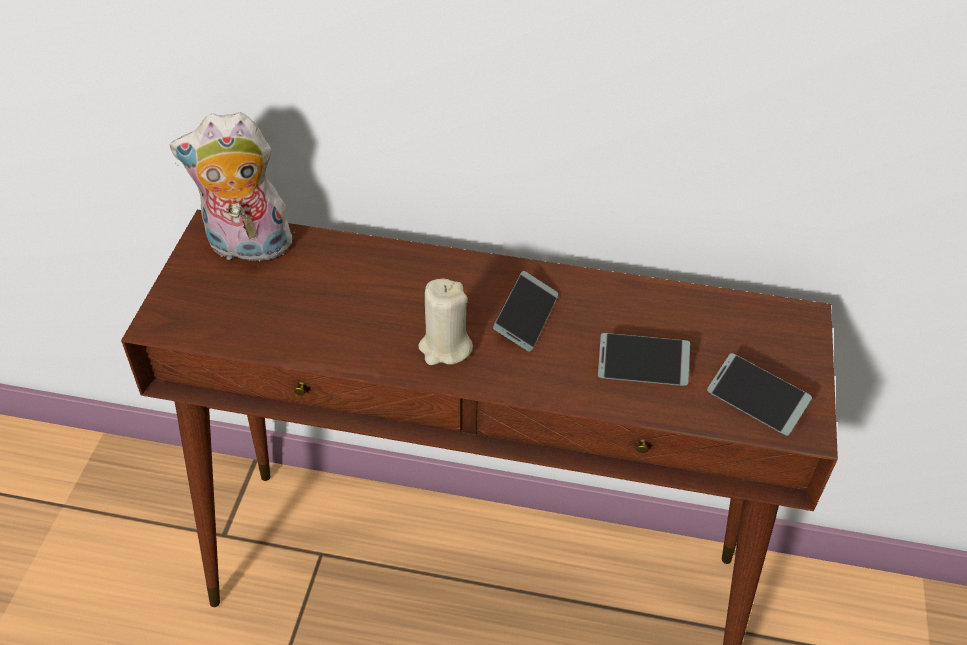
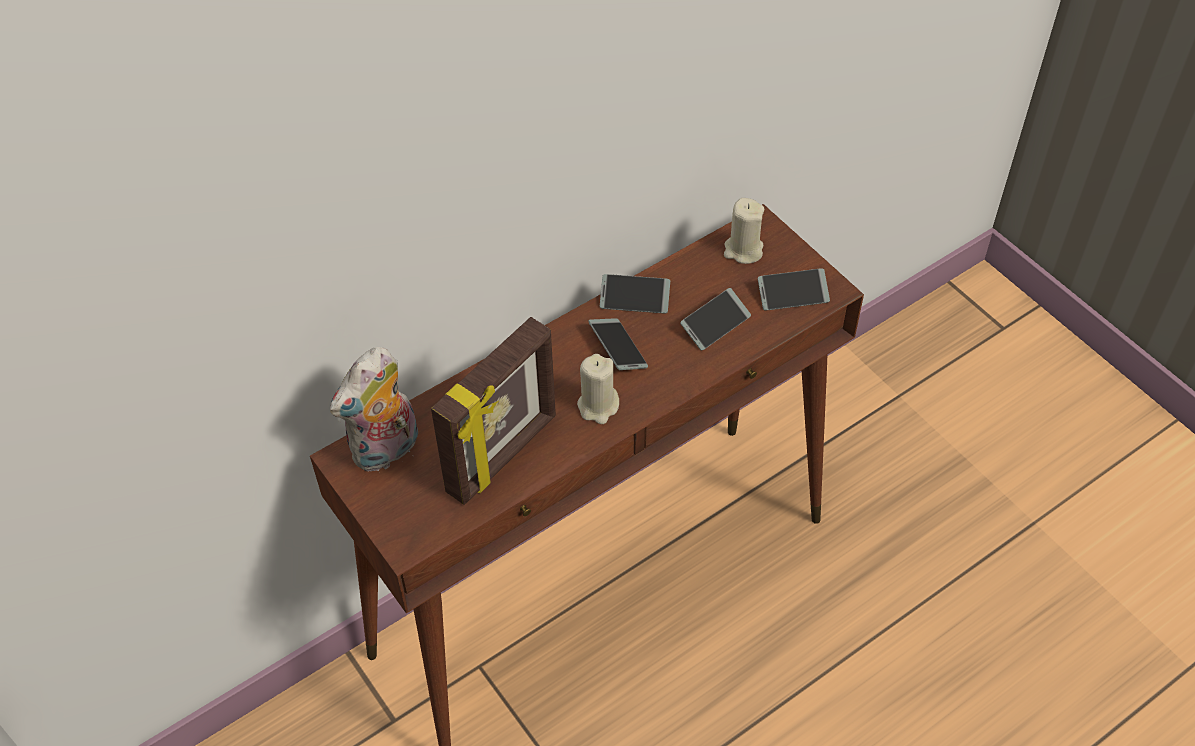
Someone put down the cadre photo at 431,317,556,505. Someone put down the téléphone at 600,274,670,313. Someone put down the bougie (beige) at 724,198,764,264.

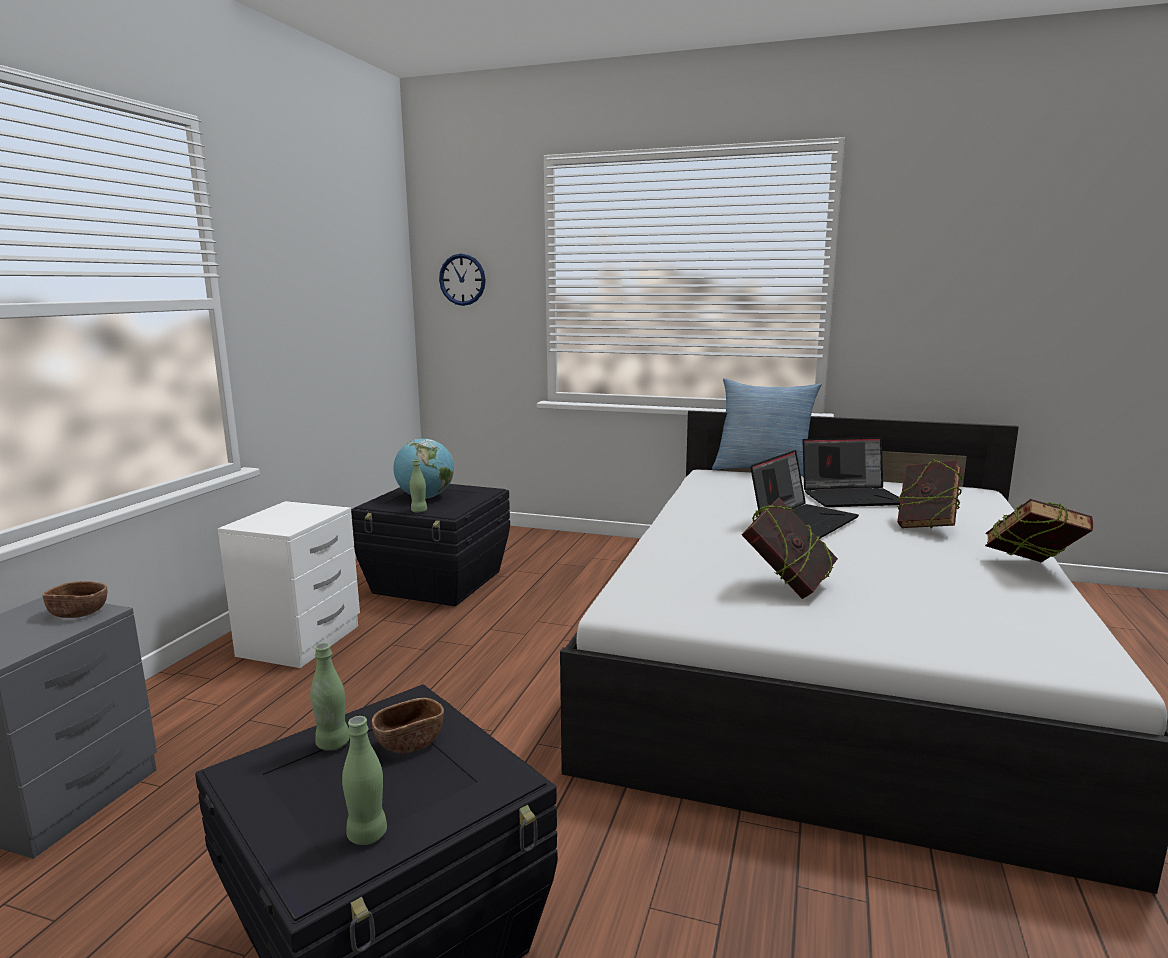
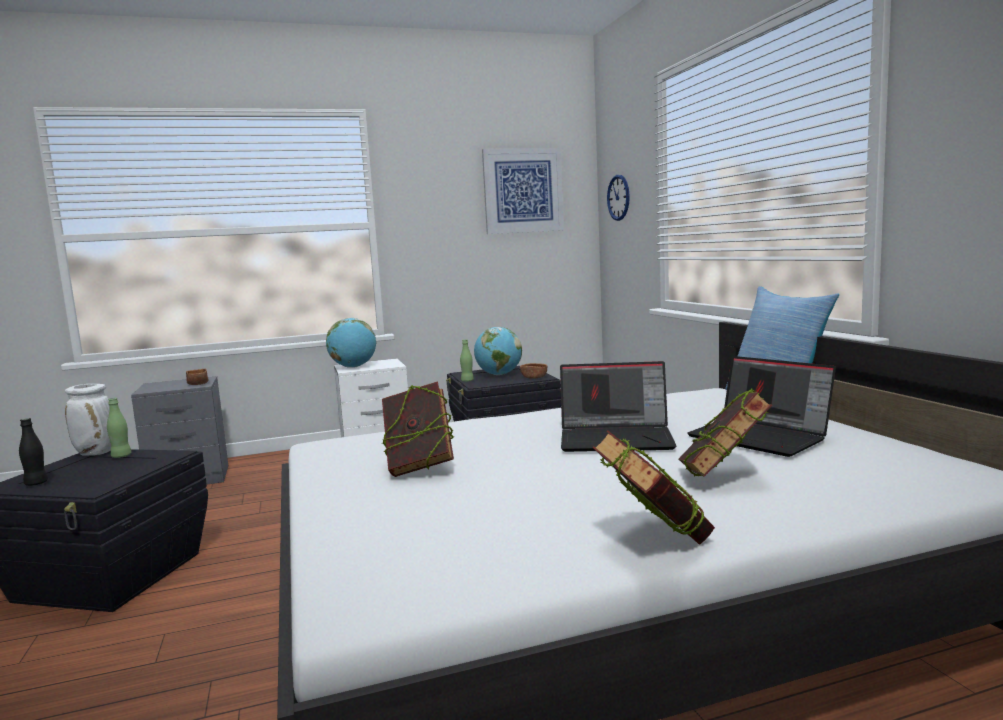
Someone repainted the bouteille (vert) at 342,716,387,845, which became the bouteille (noir) at 19,418,48,486. Someone put down the vase (blanc) at 65,384,111,456. Someone put down the globe at 326,318,376,368. Someone put up the tableau at 482,148,564,234. Someone carried the bol (marron) from 372,698,444,753 to 520,363,547,379.

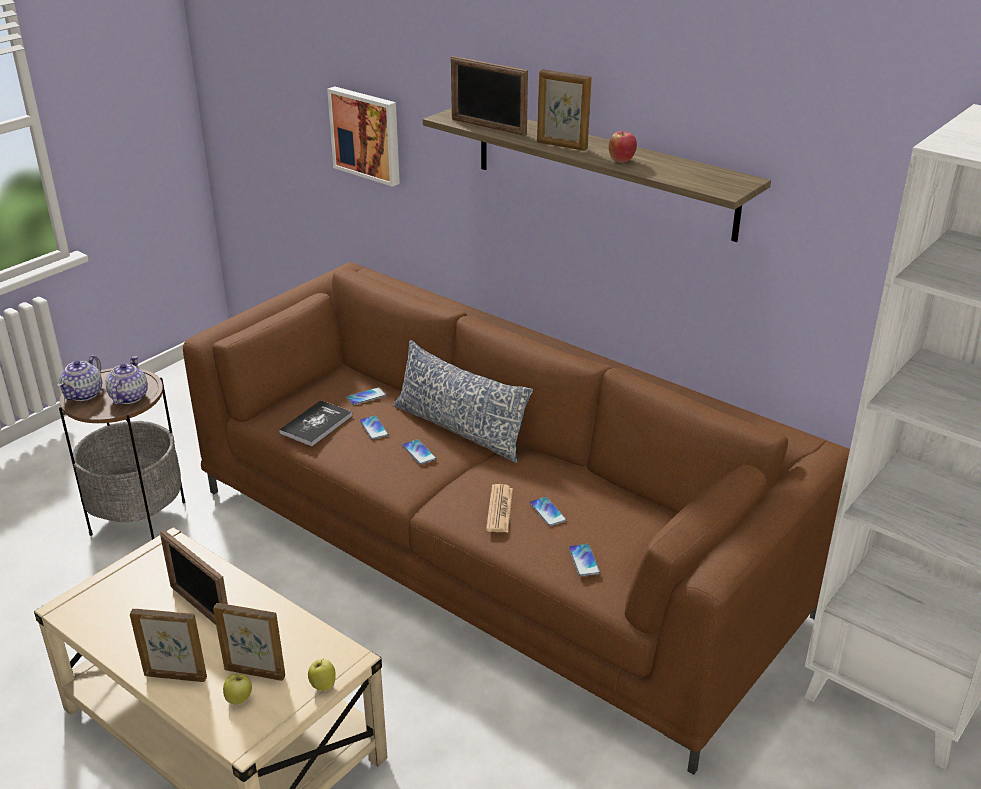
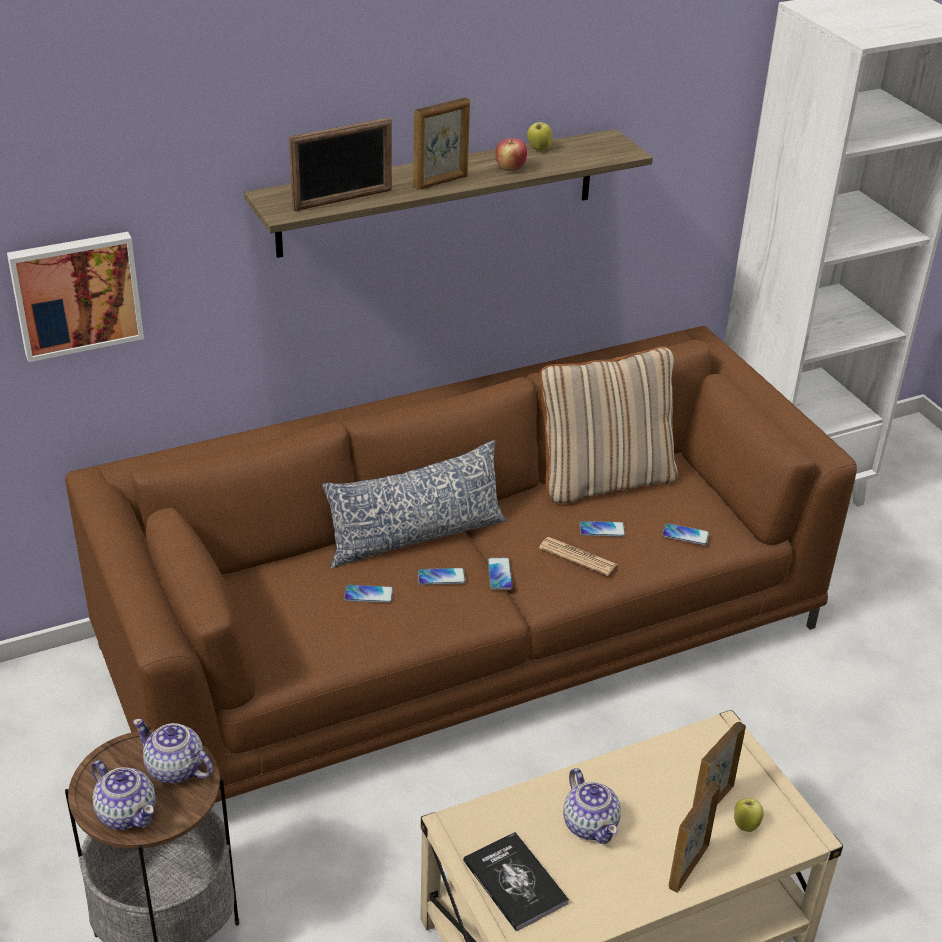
Someone carried the livre from 279,400,353,446 to 463,832,569,932. Someone carried the téléphone from 346,387,386,405 to 488,558,513,590. Someone carried the pomme from 308,659,336,691 to 527,122,552,151. Someone put down the coussin (beige) at 540,346,678,503. Someone swapped the cadre photo at 160,530,228,625 for the théière at 563,768,621,844.

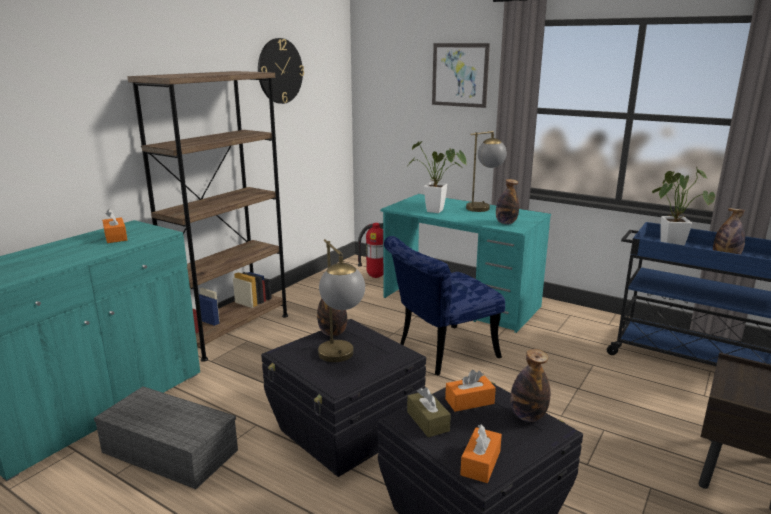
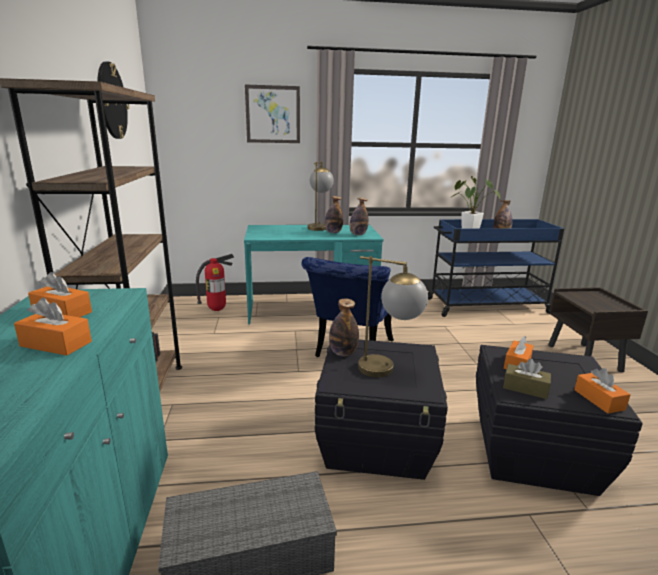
Someone put down the boîte à mouchoirs (orange) at 14,298,92,356. Someone carried the bouteille from 510,349,550,422 to 325,196,343,233. Someone took away the plante en pot at 408,141,466,213.

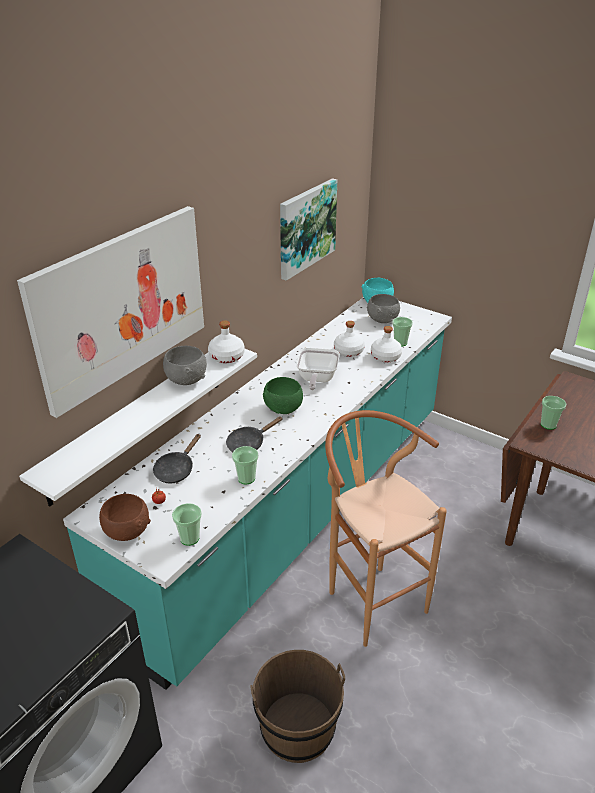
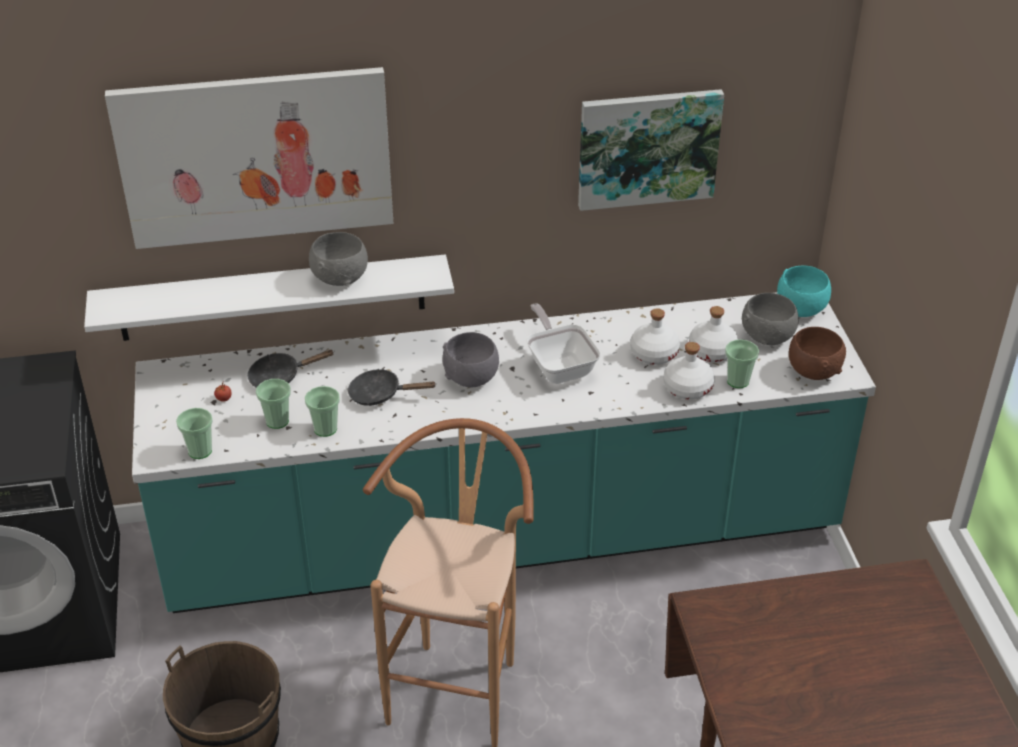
Someone carried the tasse from 541,396,566,430 to 256,379,291,429. Someone repainted the bol (vert) at 263,377,303,414, which became the bol (gris) at 442,332,499,388. Someone rotated the poêle at 296,348,340,390 by 105 degrees clockwise. Someone carried the bouteille (blanc) from 208,321,245,363 to 689,306,738,362. Someone carried the bol (marron) from 99,494,151,541 to 789,327,846,380.

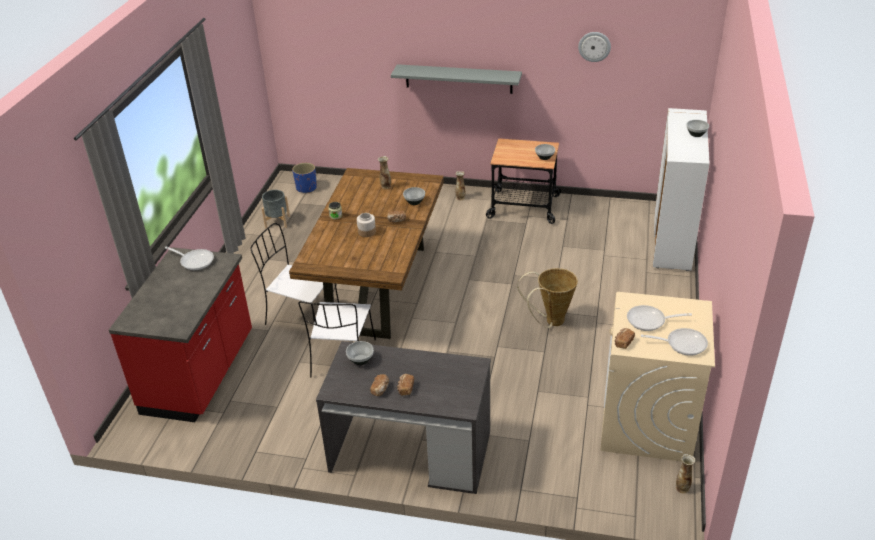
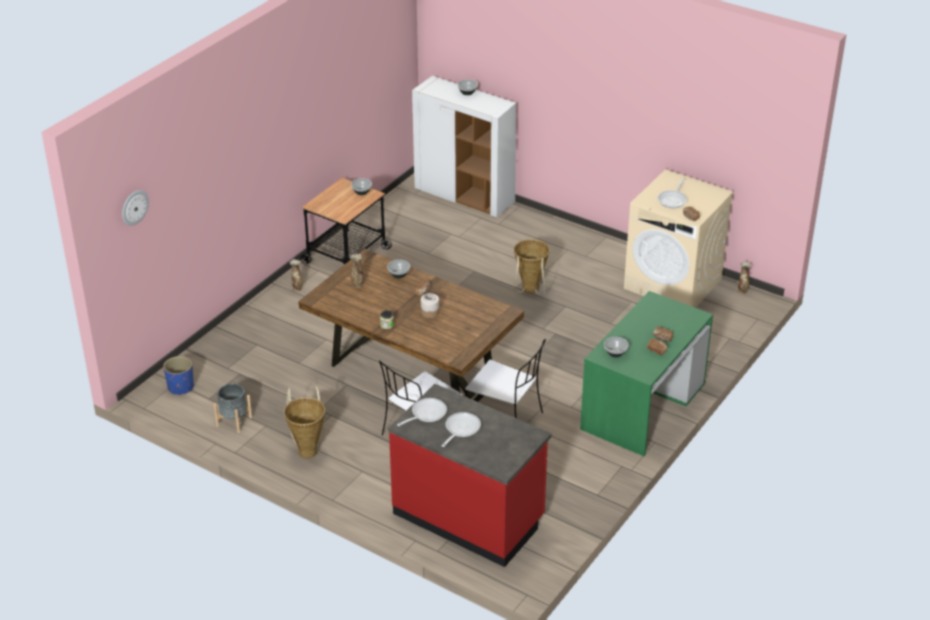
Someone carried the horloge murale from 578,32,611,62 to 122,190,149,226. Someone put down the panier at 284,385,325,459. Someone carried the poêle from 641,328,708,356 to 442,412,481,447. Someone repainted the bureau (gris) at 316,341,491,494, which became the bureau (vert) at 580,291,713,456. Someone took away the étagère (gris) at 391,64,522,94.

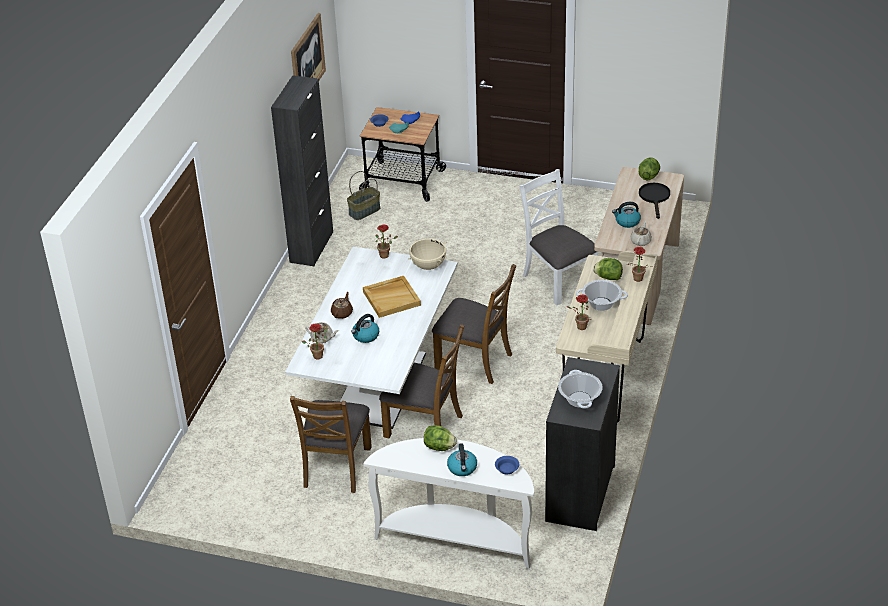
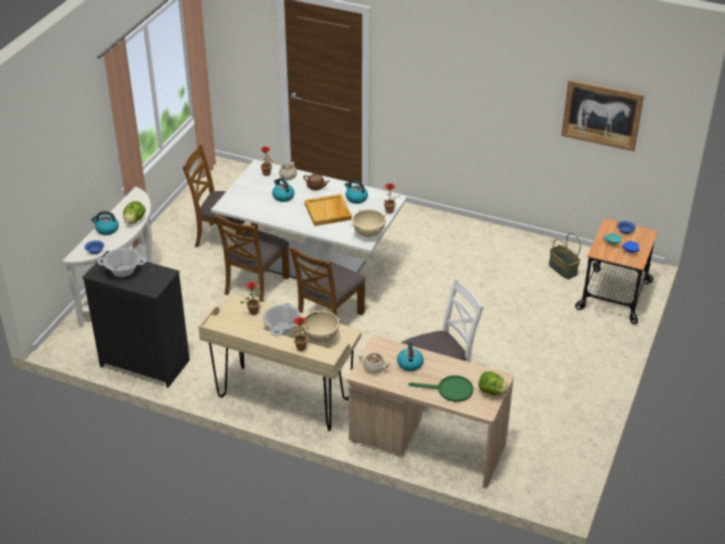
Someone swapped the laitue at 593,258,623,280 for the marmite (beige) at 299,309,343,343. Someone put down the bouilloire at 344,180,368,204. Someone repainted the poêle (noir) at 639,183,670,219, which became the poêle (vert) at 408,376,473,402. Someone took away the meuble de rangement (noir) at 271,75,333,266.

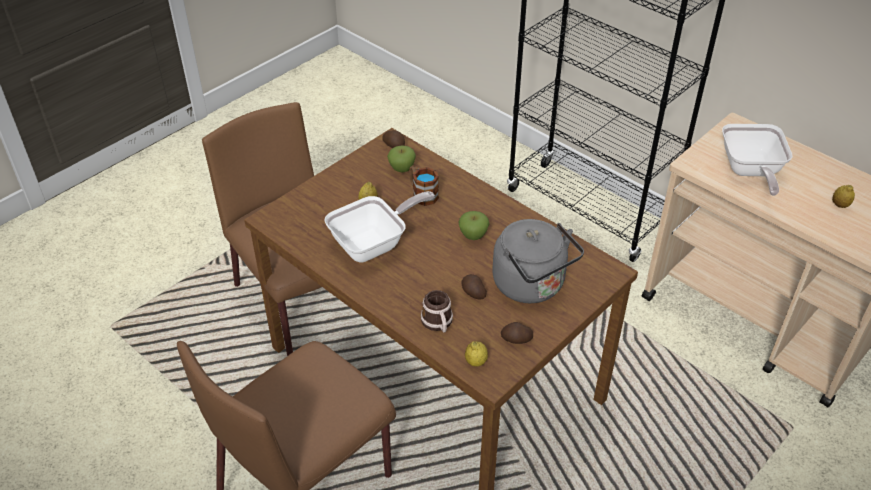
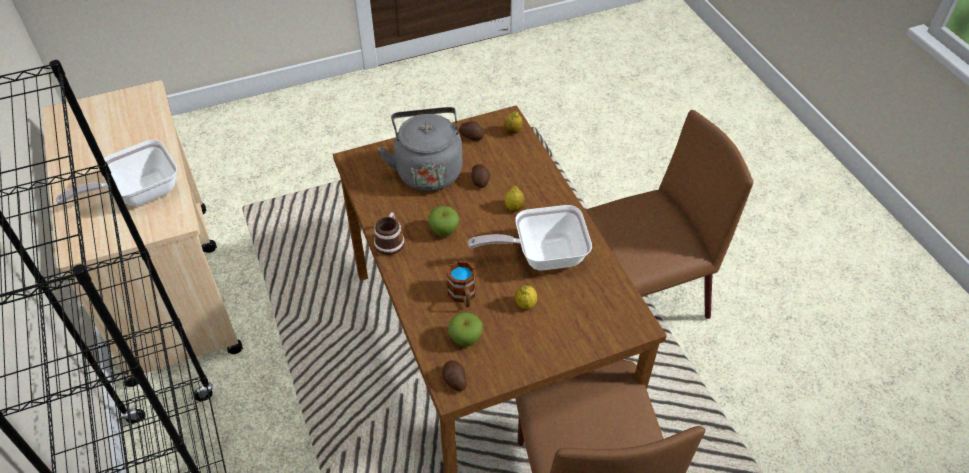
Someone rotated the poêle at 722,124,793,196 by 150 degrees counterclockwise. Someone carried the mug from 421,290,453,332 to 374,212,404,255. Someone carried the citron from 832,185,855,208 to 505,186,525,211.

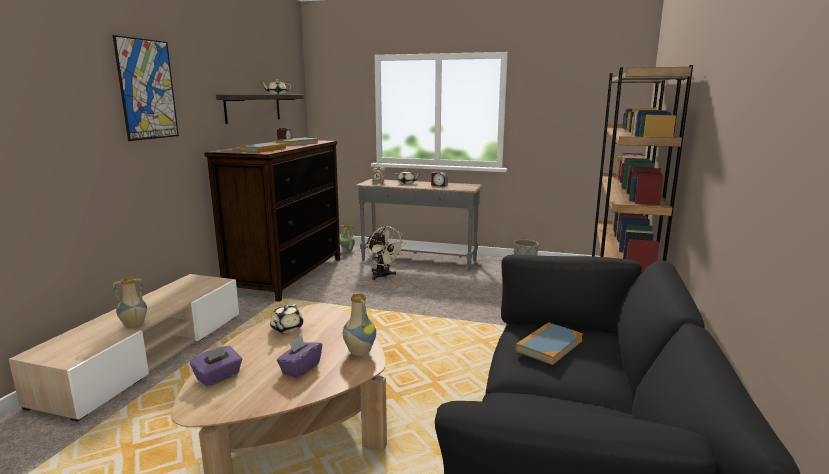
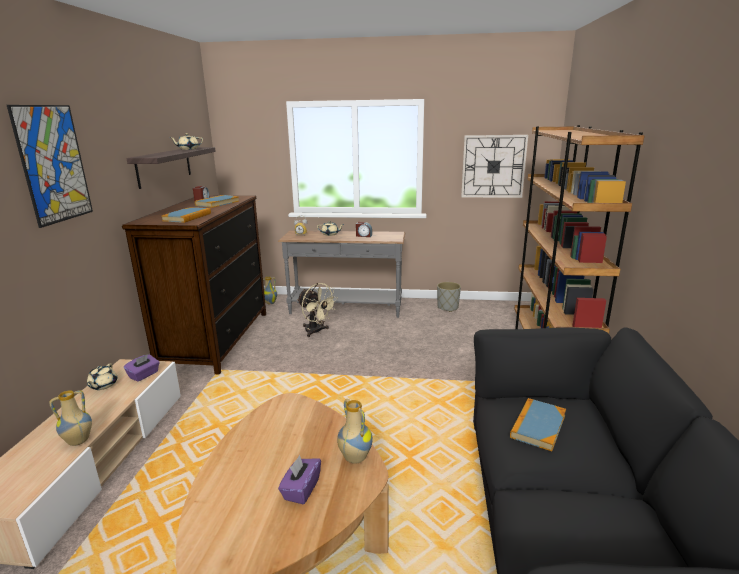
Someone carried the théière (beige) from 270,304,303,333 to 87,363,118,390. Someone carried the boîte à mouchoirs (violet) from 190,346,242,387 to 124,354,160,382. Someone put up the horloge murale at 461,135,528,198.

